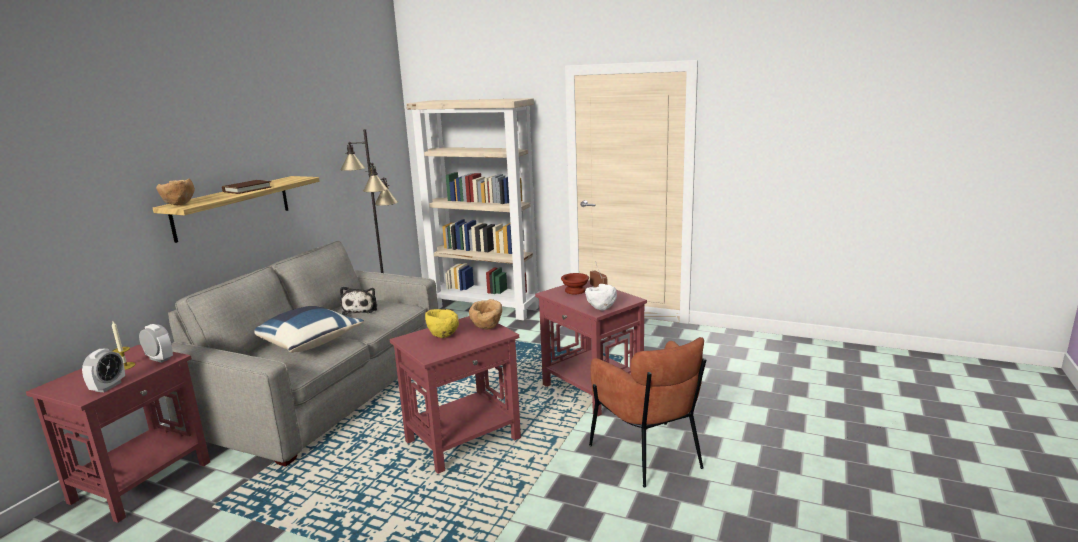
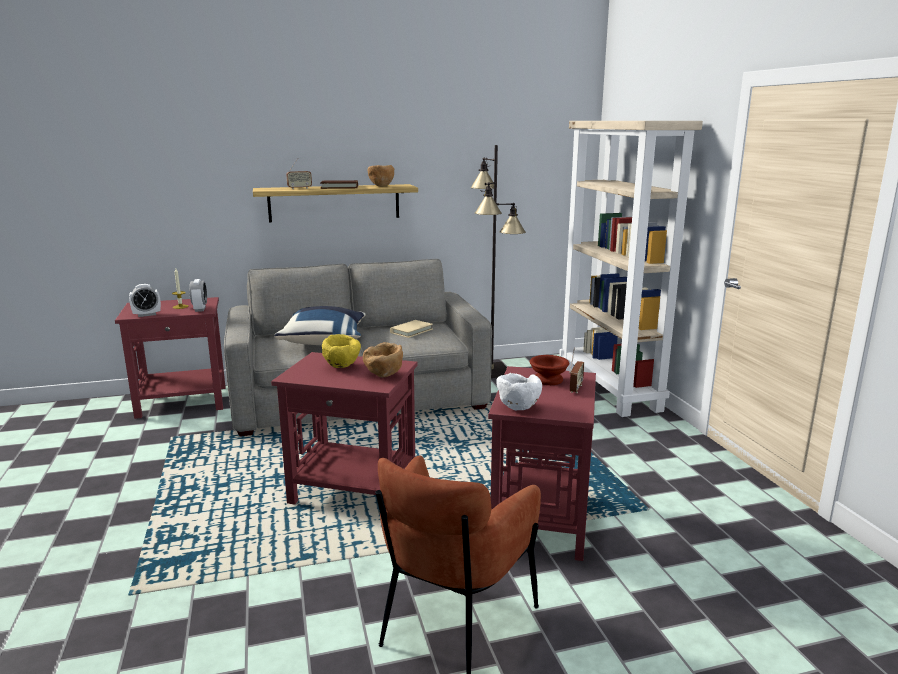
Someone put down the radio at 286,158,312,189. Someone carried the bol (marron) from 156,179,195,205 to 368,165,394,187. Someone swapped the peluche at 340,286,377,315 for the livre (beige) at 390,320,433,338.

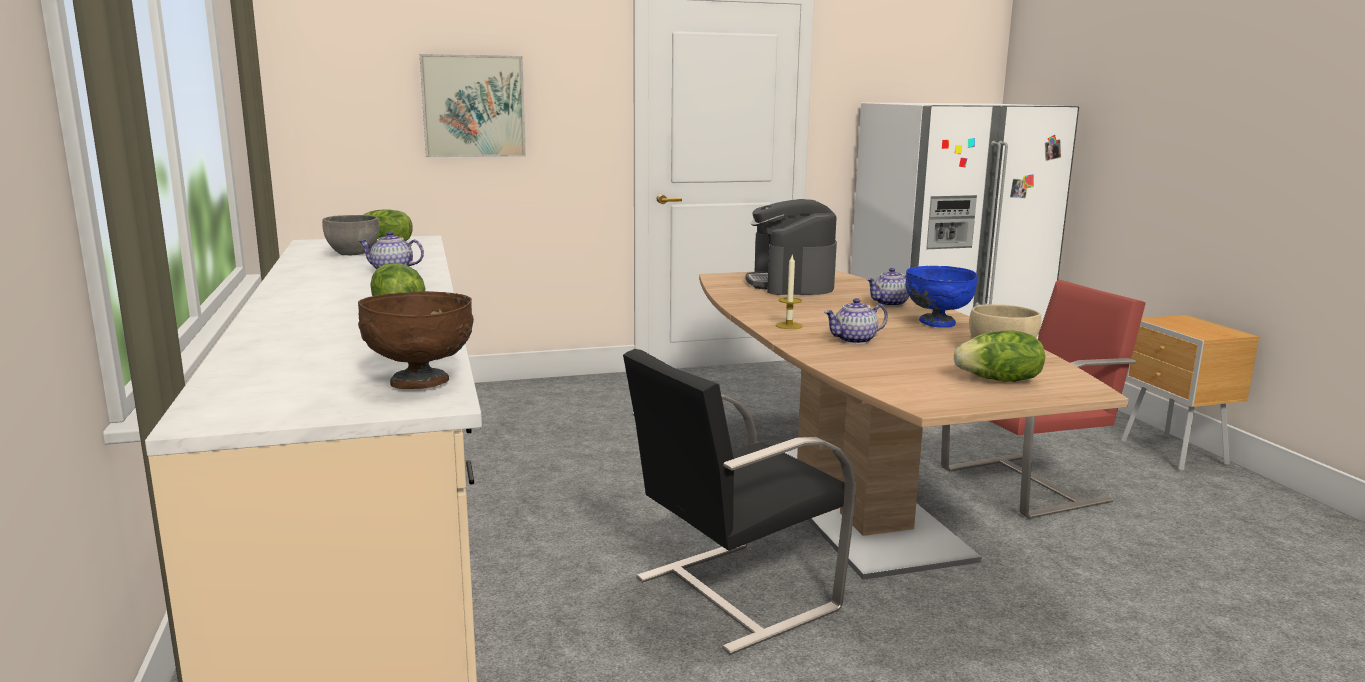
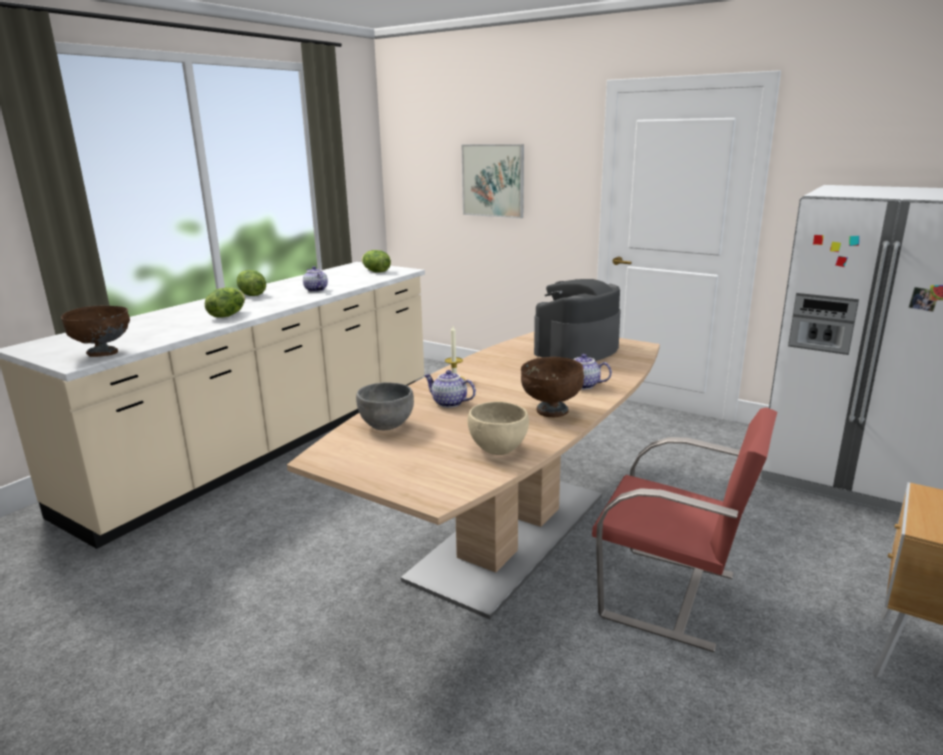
Someone carried the laitue from 954,331,1045,382 to 237,270,266,296. Someone carried the bol (gris) from 322,215,379,255 to 356,383,414,430. Someone repainted the bol (bleu) at 905,266,977,328, which became the bol (marron) at 521,357,584,417. Someone took away the chaise (noir) at 623,349,856,655.

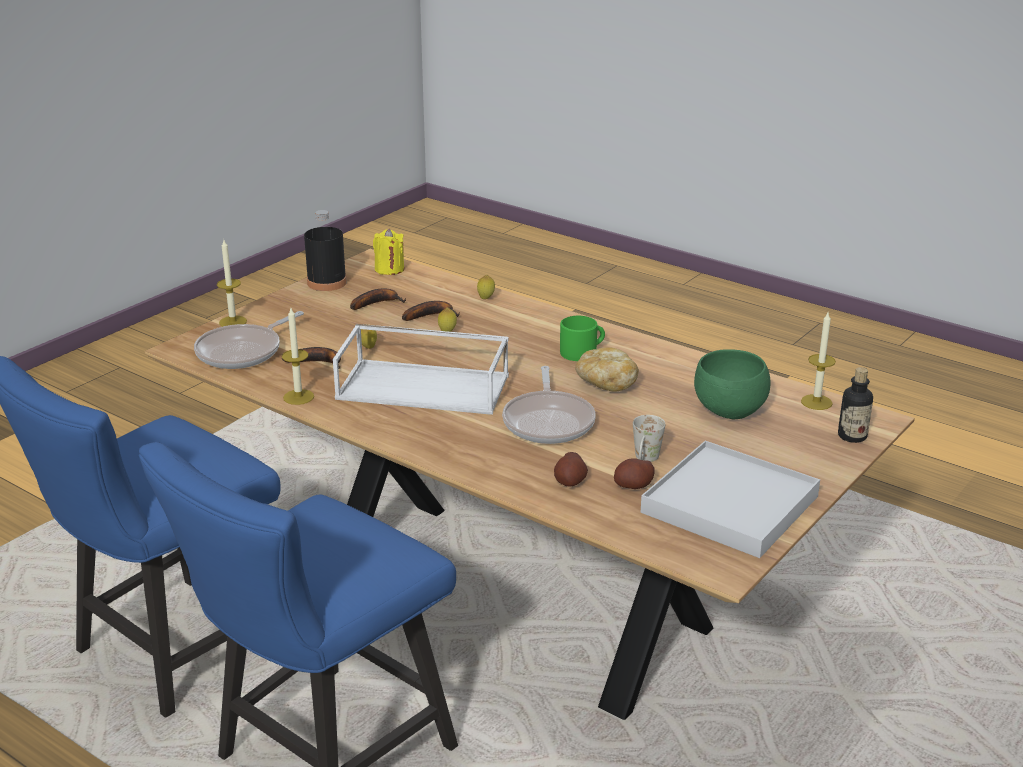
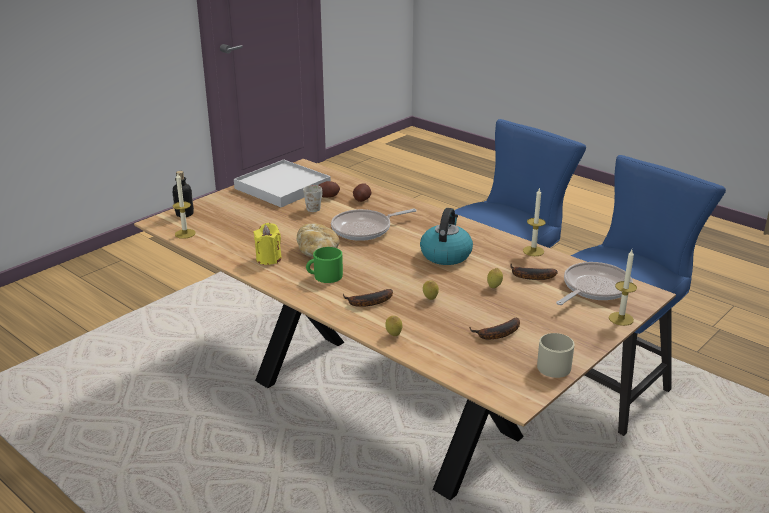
Someone carried the bougie (jaune) from 373,229,404,275 to 253,223,282,265. Someone rotated the poêle at 502,366,596,444 by 120 degrees counterclockwise. Someone carried the banane from 402,301,460,321 to 343,289,393,307. Someone swapped the plateau (blanc) at 333,324,509,415 for the bouilloire at 420,208,473,265. Someone swapped the bouteille (noir) at 304,210,347,291 for the mug (beige) at 537,333,575,378. Someone took away the bol (vert) at 694,349,771,419.

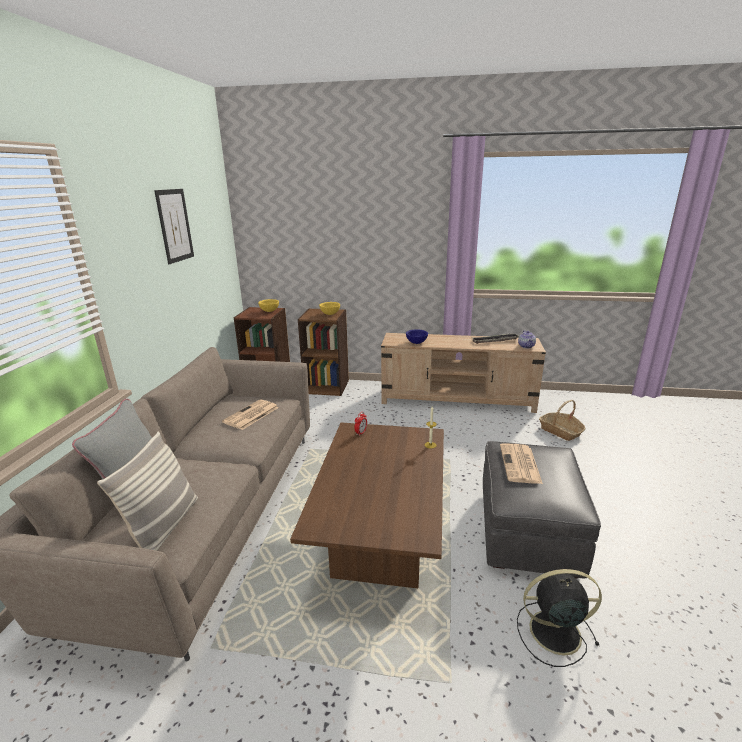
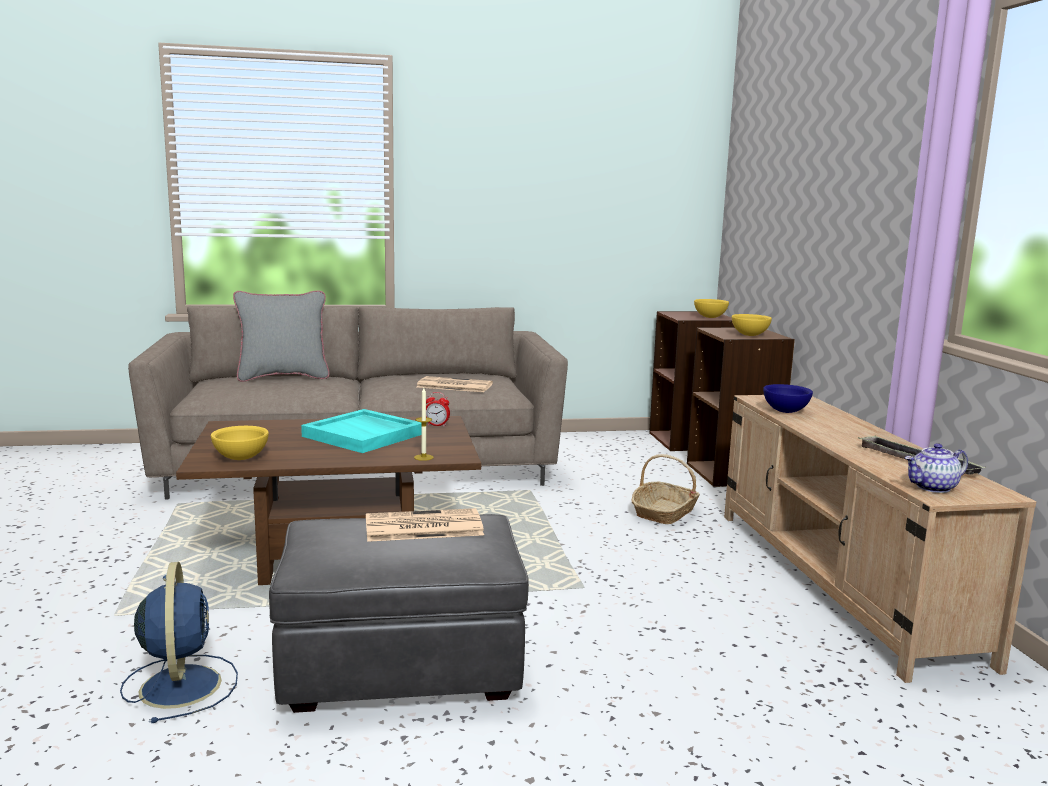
Someone repainted the ventilateur (noir) at 517,569,602,667, which became the ventilateur (bleu) at 120,562,238,723. Someone put down the bol (jaune) at 211,426,269,460. Someone put down the plateau (turquoise) at 301,409,421,453. Someone carried the panier from 539,400,585,441 to 632,454,700,524. Someone took away the coussin at 97,431,198,551. Someone took away the tableau at 154,189,194,264.

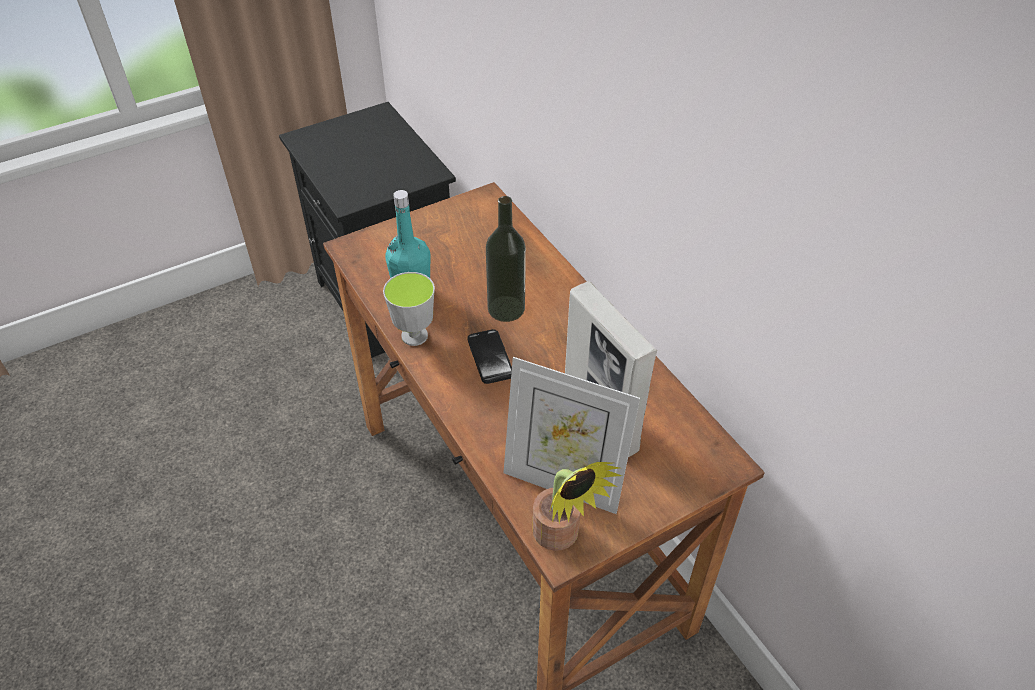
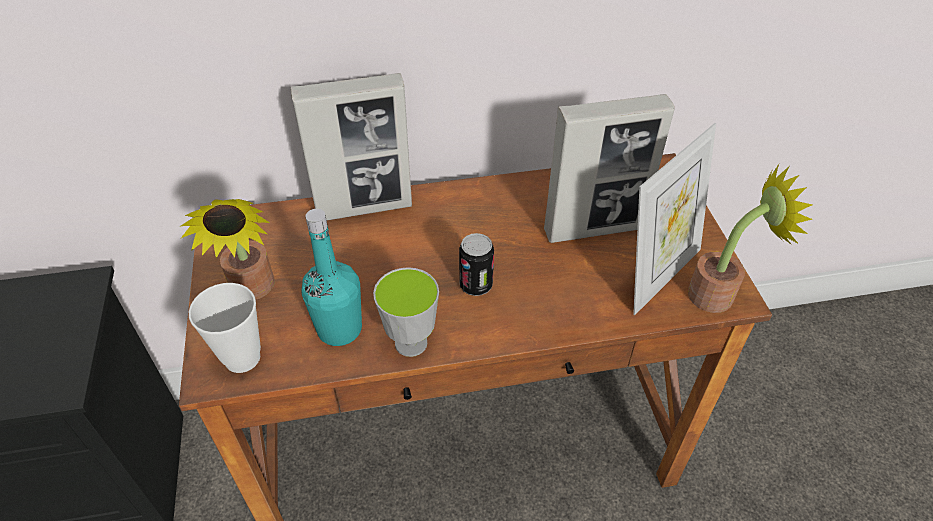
Someone put down the plante en pot at 181,199,275,299. Someone put down the tasse at 189,283,261,373. Someone put down the cadre photo at 290,73,412,220. Someone swapped the téléphone at 468,329,512,384 for the boîte métallique at 459,233,494,296. Someone took away the bouteille at 486,196,526,322.

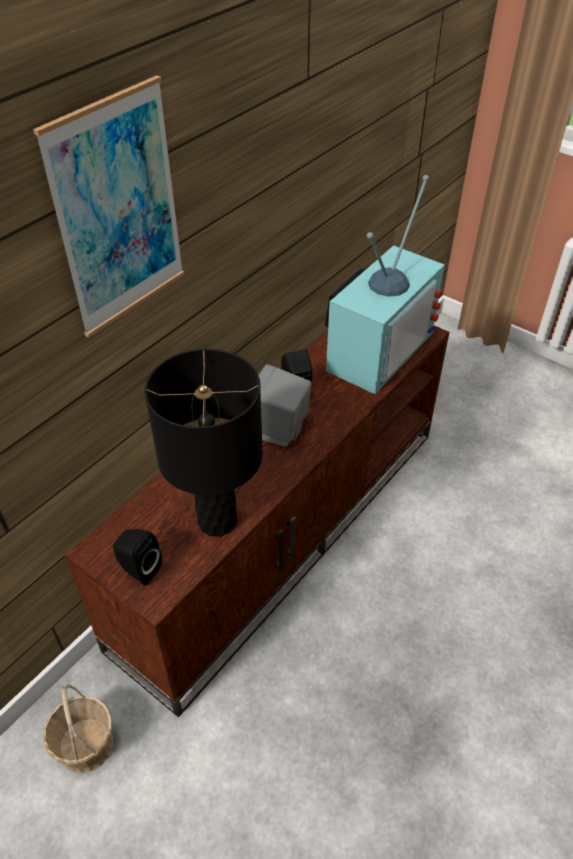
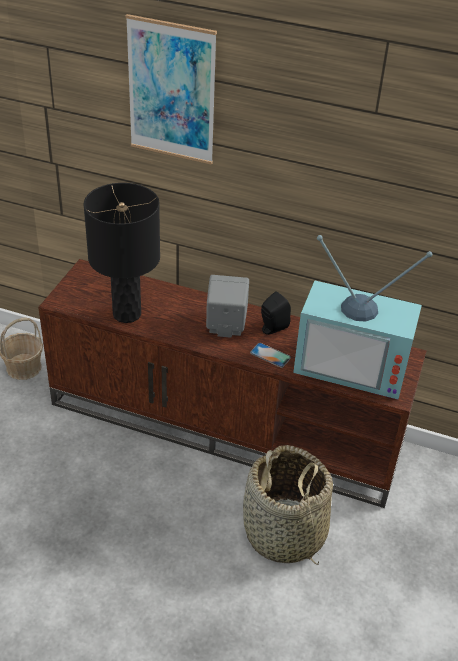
Someone put down the panier at 243,445,333,565. Someone put down the téléphone at 250,343,291,368. Someone took away the enceinte (noir) at 113,529,162,586.

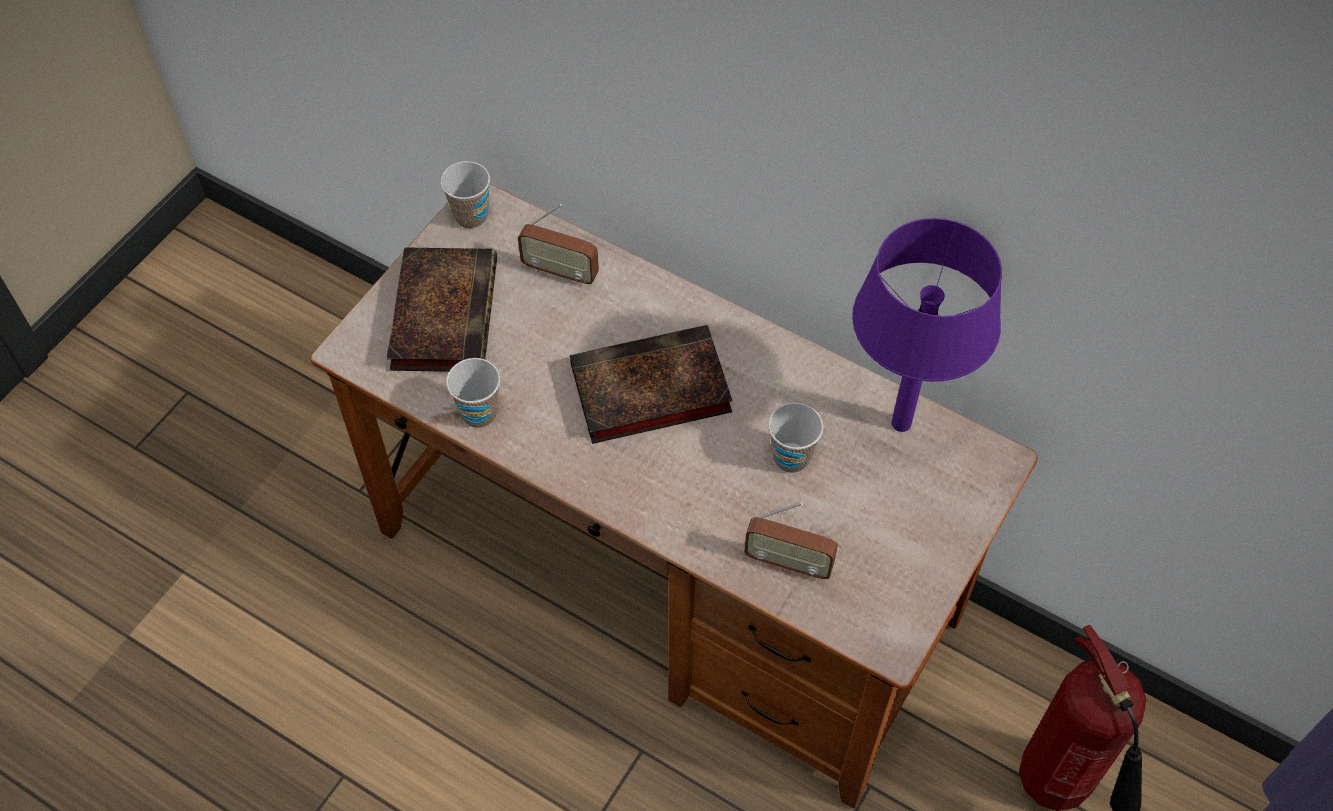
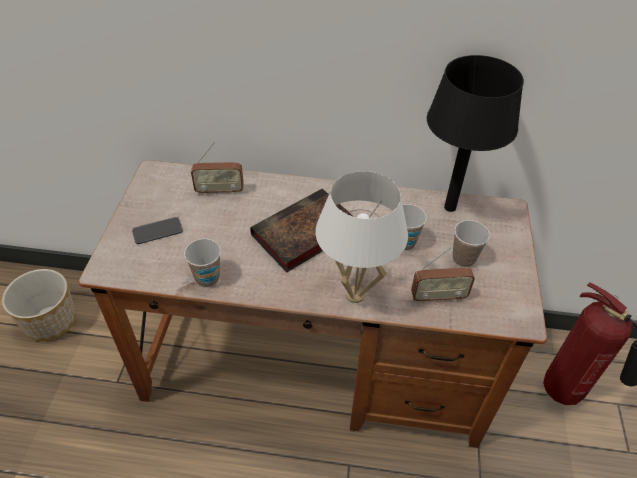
Someone put down the cache-pot at 2,269,76,341. Someone swapped the livre at 387,247,497,372 for the téléphone at 132,217,183,244. Someone put down the lampe de table (blanc) at 315,171,408,303. Someone repainted the lampe de table (violet) at 852,218,1002,432, which became the lampe de table (noir) at 427,55,524,212. Someone carried the tasse from 440,161,490,229 to 452,220,490,267.

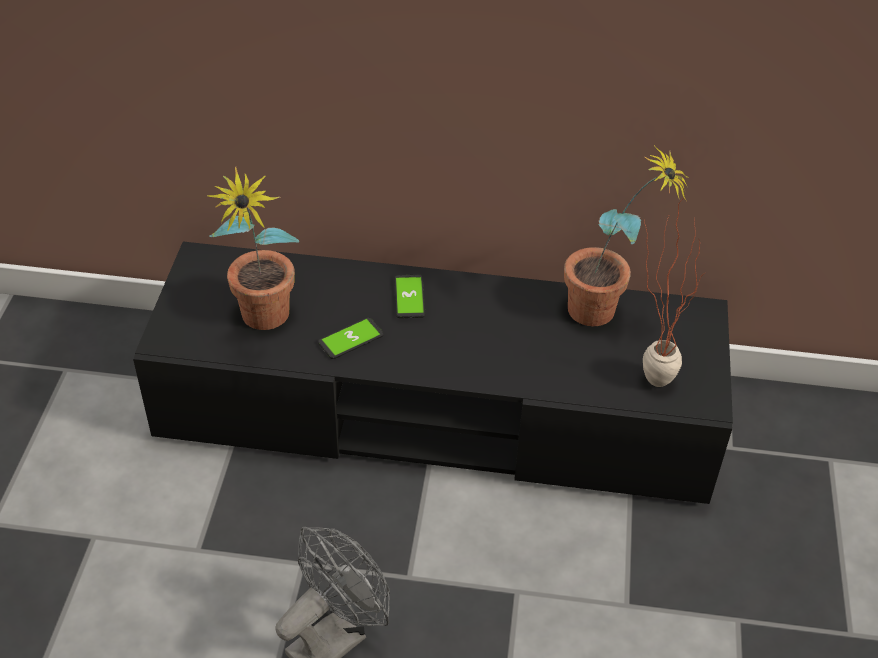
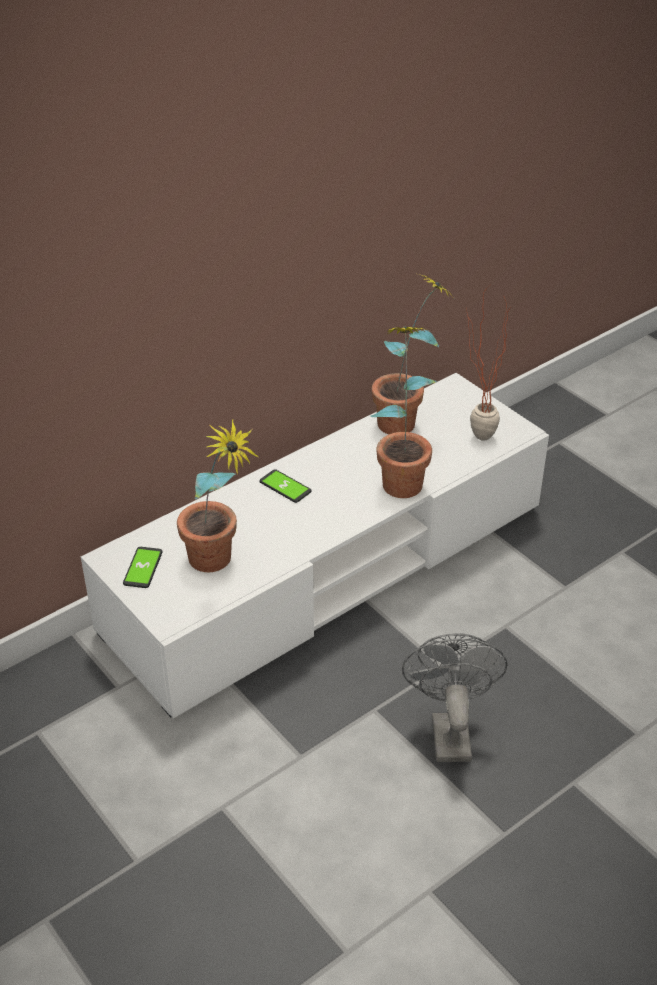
Someone repainted the meuble télé (noir) at 133,242,733,504, which became the meuble télé (blanc) at 81,373,549,718. Someone carried the téléphone from 318,317,384,359 to 123,547,163,588. Someone put down the plante en pot at 371,327,437,498.

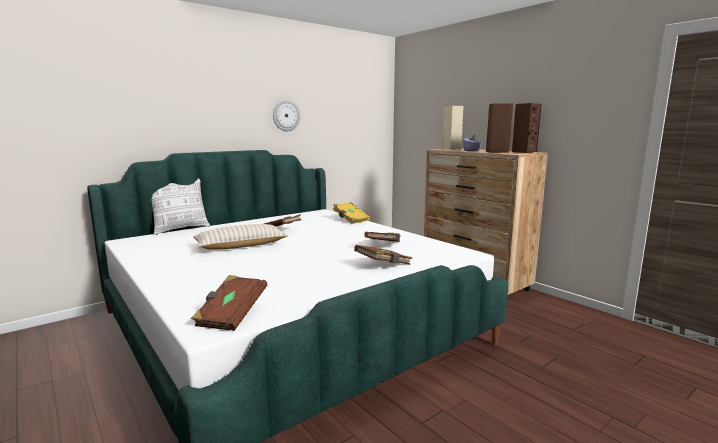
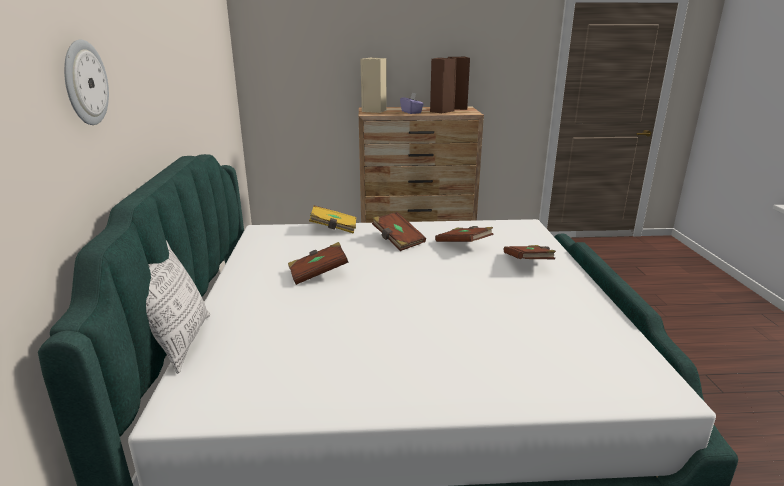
Someone carried the horloge murale from 273,100,300,131 to 64,39,109,125. Someone carried the livre (marron) from 191,275,267,331 to 372,212,426,251. Someone took away the coussin (beige) at 193,224,288,250.

